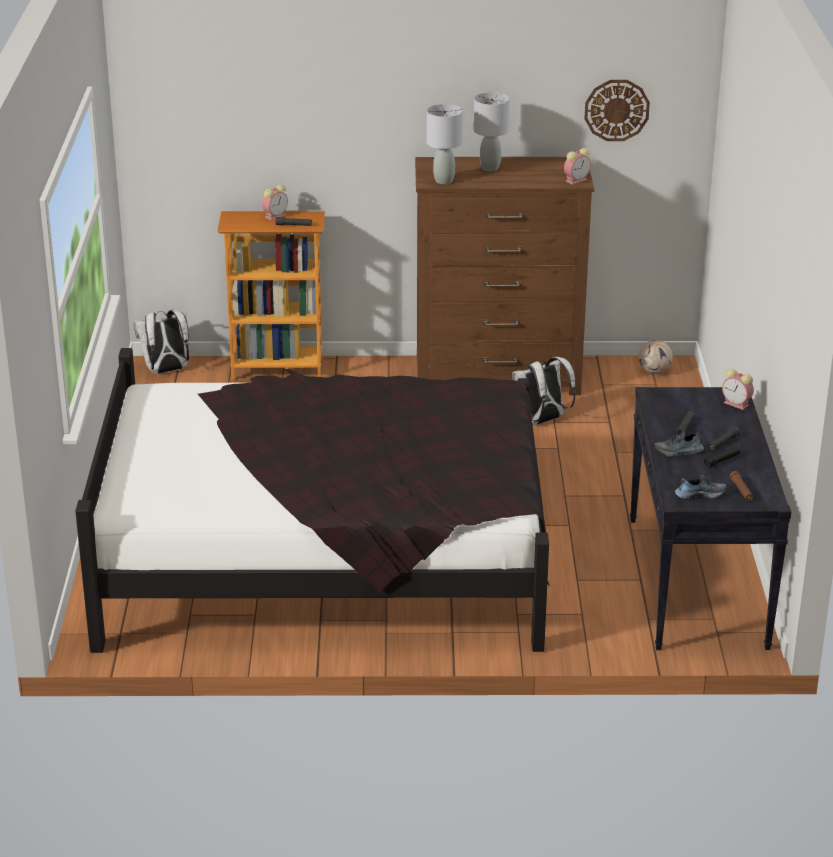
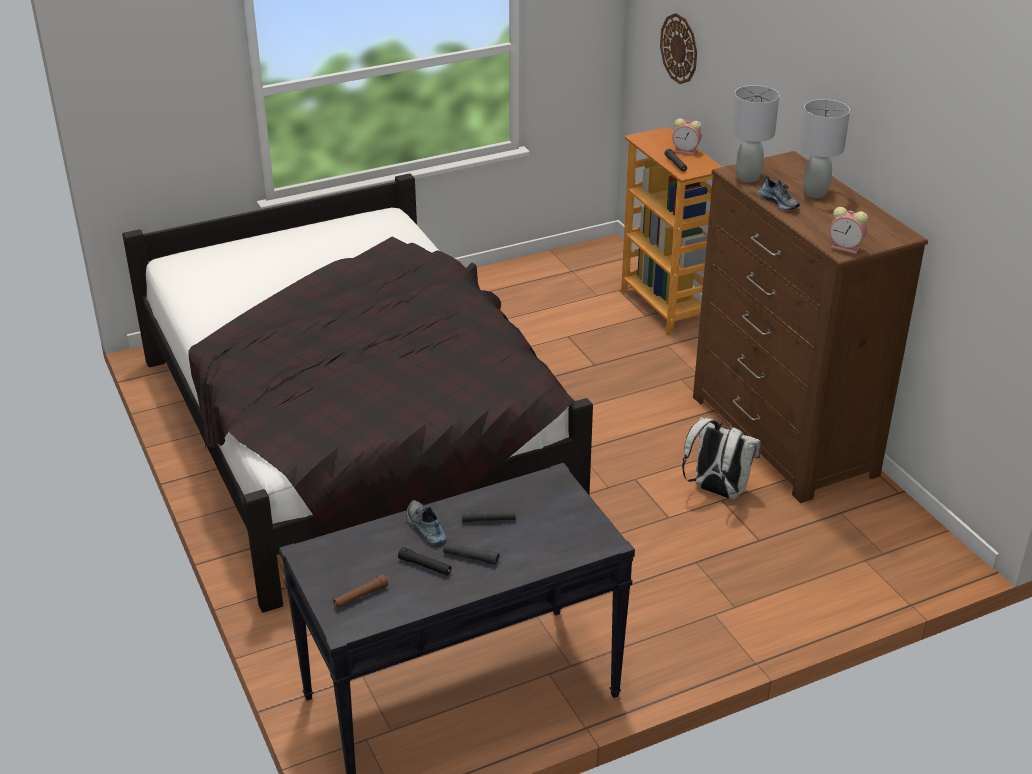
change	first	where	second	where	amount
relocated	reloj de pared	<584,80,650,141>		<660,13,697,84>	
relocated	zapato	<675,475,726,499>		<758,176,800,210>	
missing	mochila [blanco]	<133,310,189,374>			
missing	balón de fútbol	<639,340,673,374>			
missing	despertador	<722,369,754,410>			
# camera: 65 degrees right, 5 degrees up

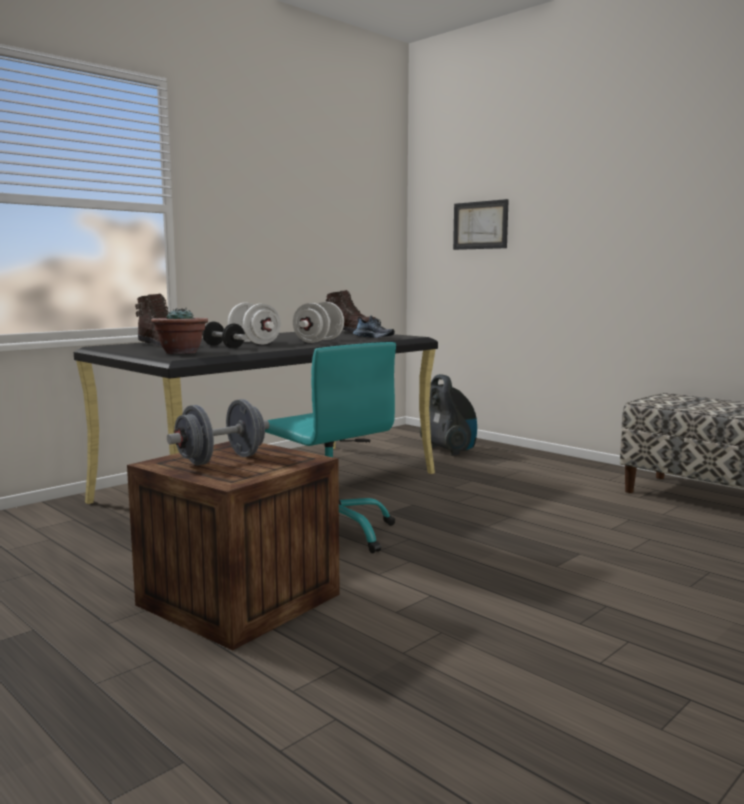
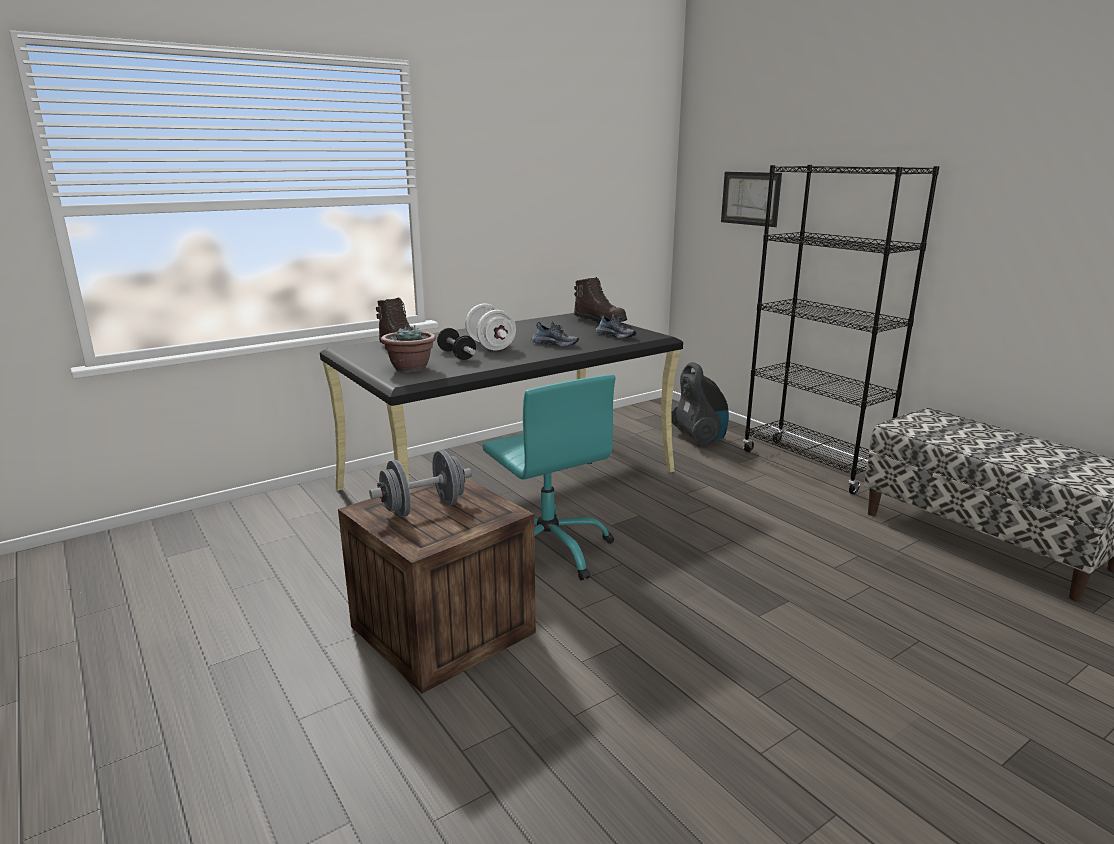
change	first	where	second	where	amount
exchanged	mancuerna [blanco]	<293,302,344,343>	zapato	<532,321,579,347>	
appeared			estantería [negro]	<743,165,940,494>	
# camera: 10 degrees right, 10 degrees up

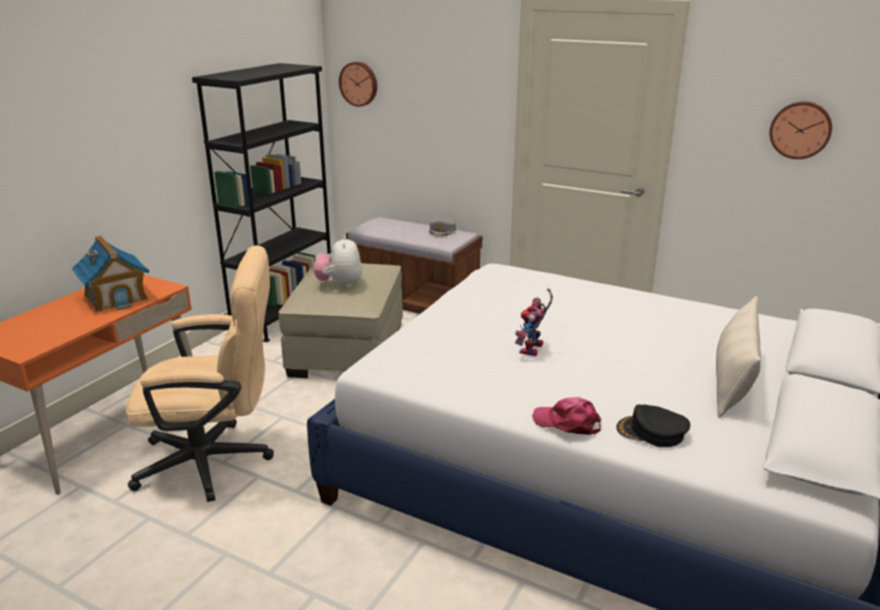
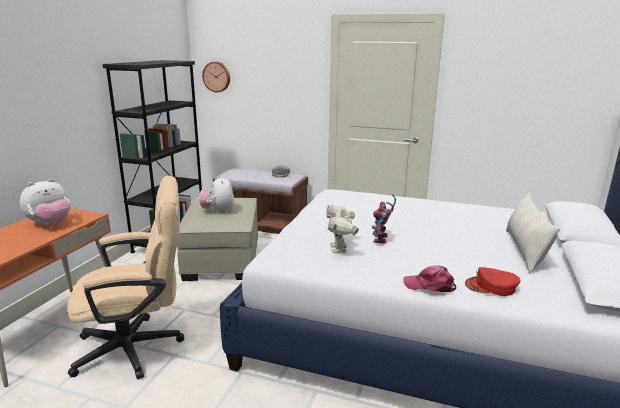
change	first	where	second	where	amount
exchanged	casita	<71,236,150,312>	peluche	<20,178,70,225>	
appeared			robot de juguete	<326,204,359,254>	
colour	gorra [negro]	<616,405,690,447>	gorra [rojo]	<465,267,520,296>	
missing	reloj de pared	<769,101,832,159>			
# camera: 10 degrees left, 5 degrees down

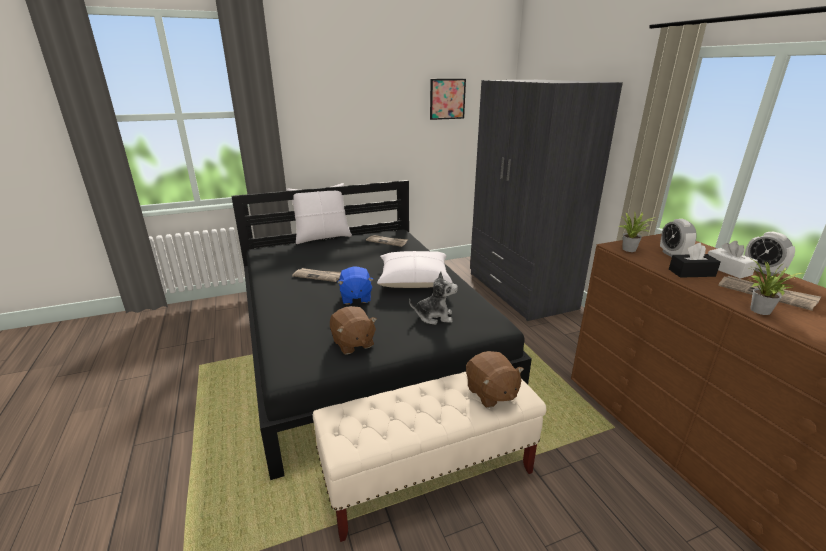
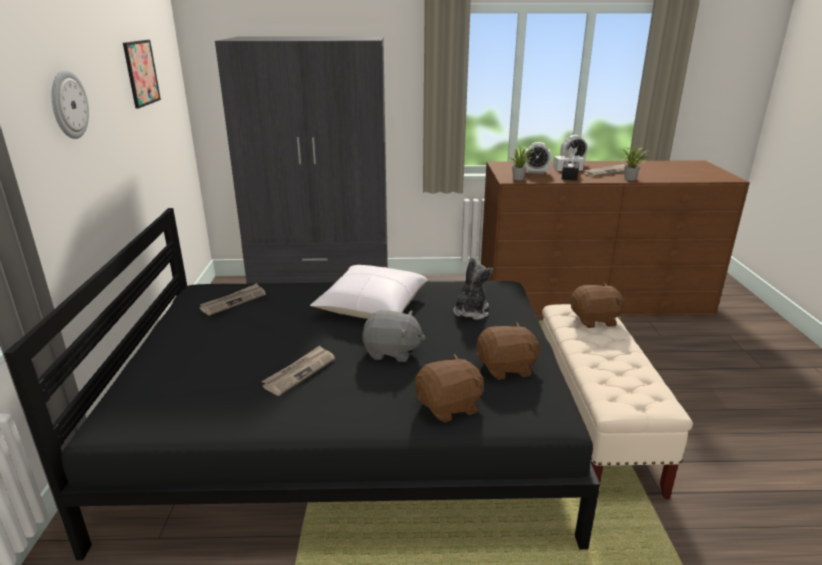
change	first	where	second	where	amount
appeared			reloj de pared	<51,70,89,139>	
colour	peluche [azul]	<337,266,374,305>	peluche [gris]	<362,310,426,362>	
appeared			peluche [marrón]	<415,354,484,423>	
missing	cojín [blanco]	<286,183,352,244>			
# camera: 70 degrees left, 0 degrees up

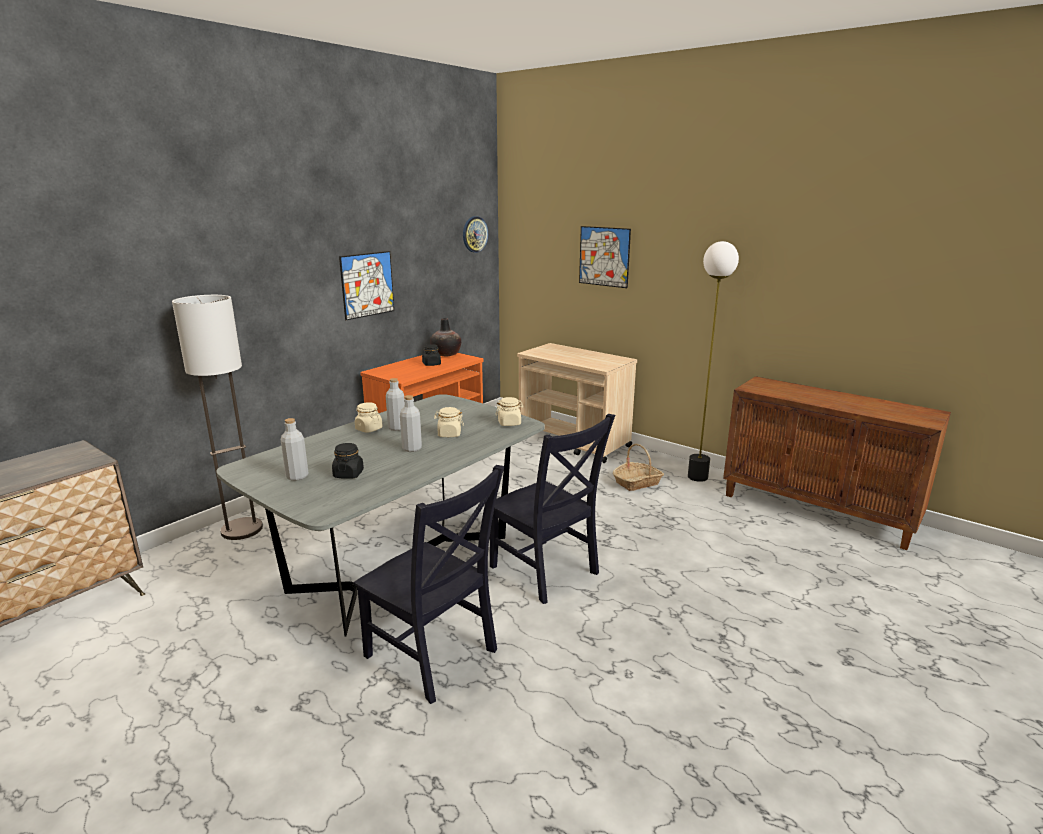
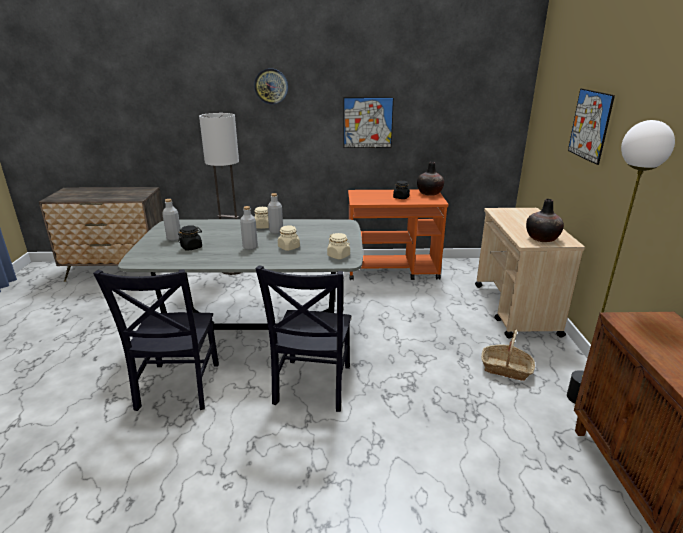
change	first	where	second	where	amount
relocated	reloj de pared	<463,216,488,253>		<254,68,288,104>	
appeared			florero	<526,199,564,242>	
# camera: 50 degrees right, 5 degrees up

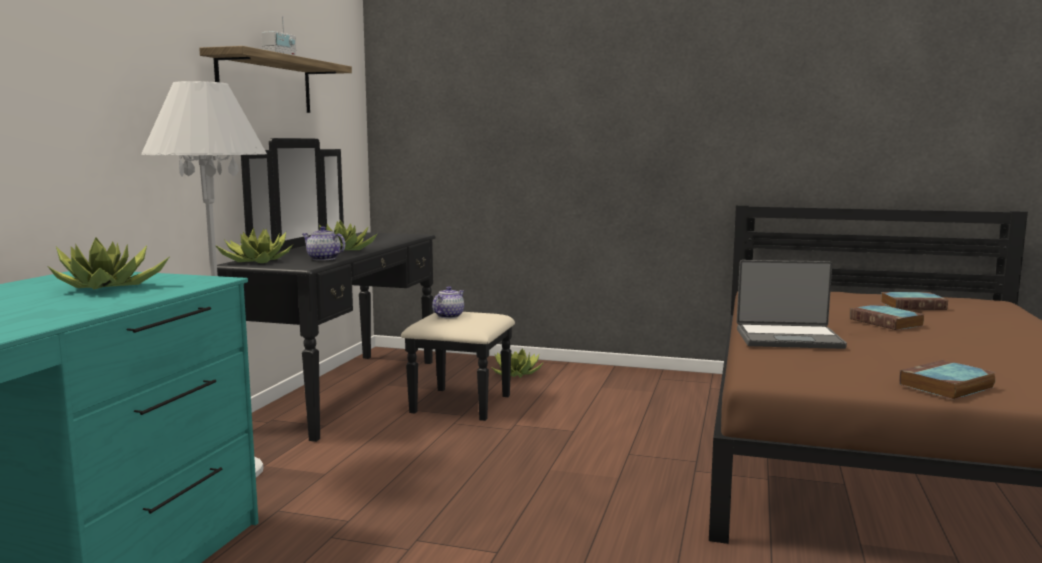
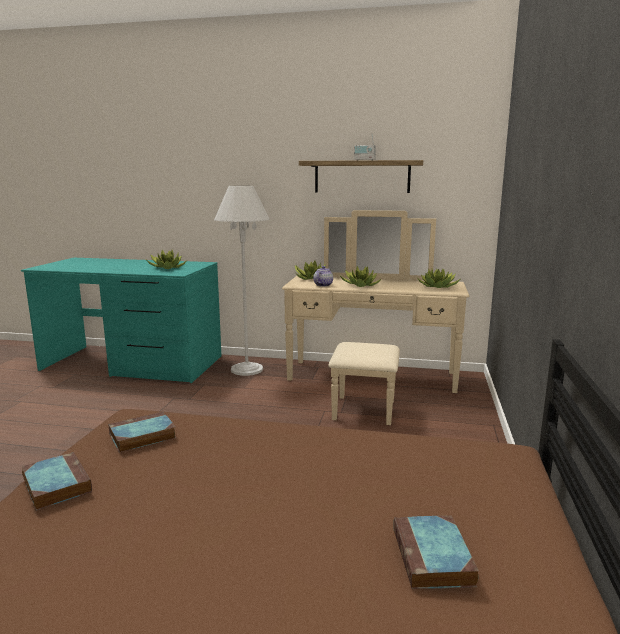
change	first	where	second	where	amount
relocated	libro	<850,304,925,330>		<108,412,176,453>	
colour	cómoda [negro]	<217,138,515,442>	cómoda [beis]	<282,210,469,425>	
relocated	planta en maceta	<491,348,544,378>		<418,269,460,288>	
missing	tetera	<432,286,464,318>			
missing	portátil	<737,260,847,349>			
# camera: 85 degrees right, 5 degrees up

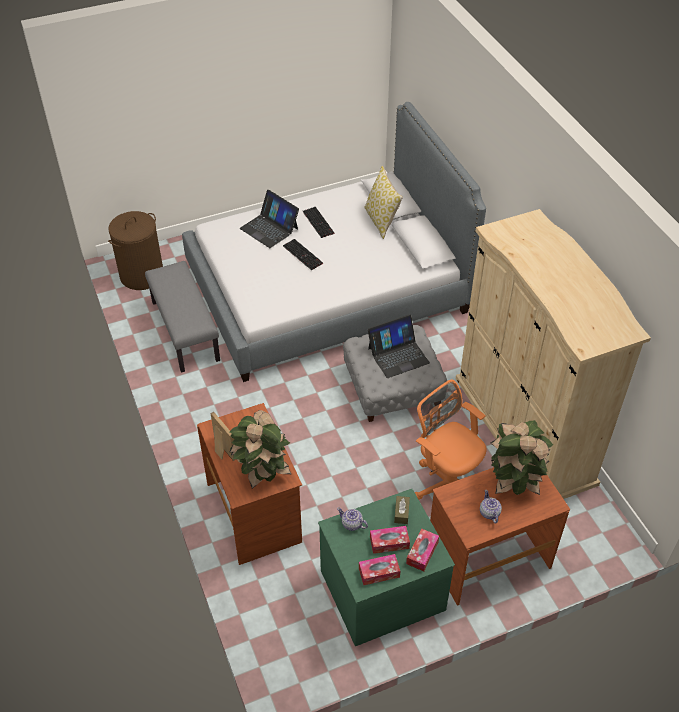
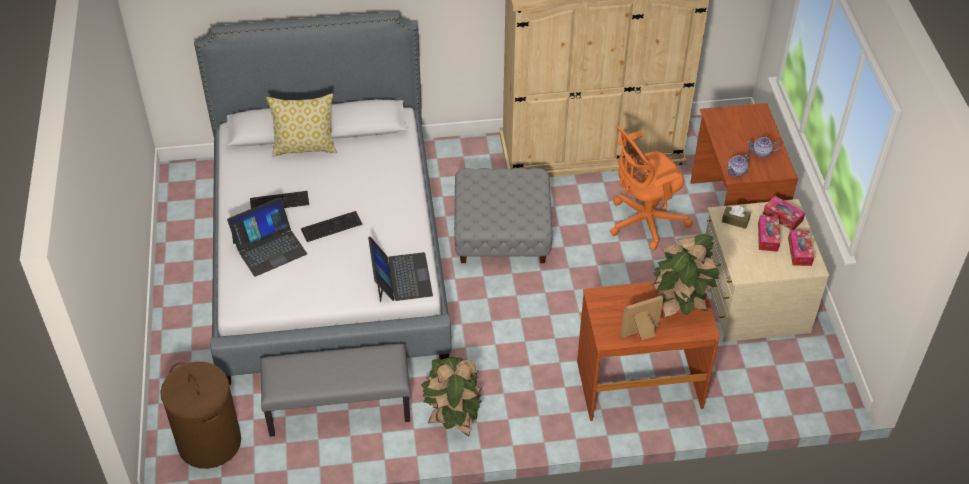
change	first	where	second	where	amount
relocated	portátil	<368,314,430,378>		<368,236,433,303>	
relocated	planta en maceta	<491,420,553,495>		<421,357,482,437>	
colour	cómoda [verde]	<318,489,455,646>	cómoda [beis]	<706,199,829,342>	
relocated	tetera	<337,507,368,531>		<727,153,749,177>	
# camera: 75 degrees left, 0 degrees up

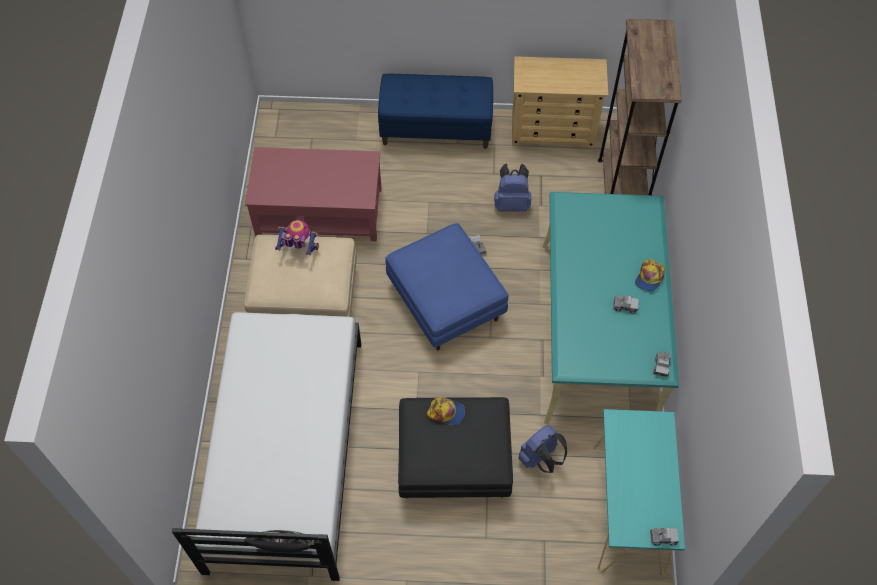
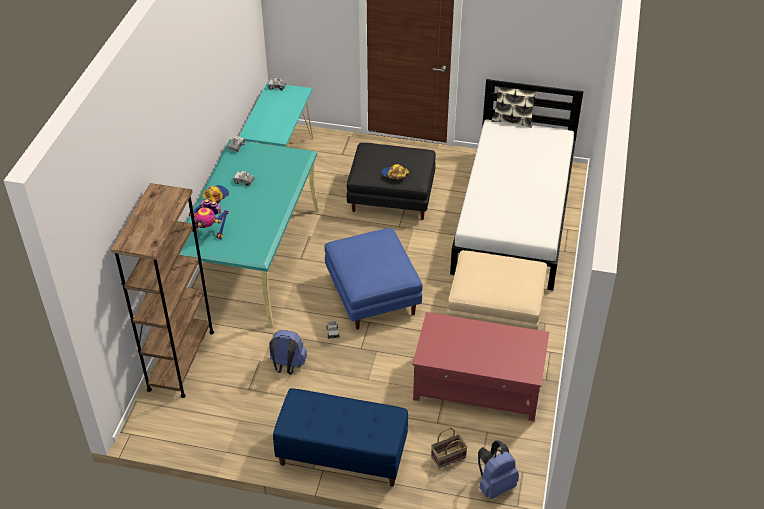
change	first	where	second	where	amount
relocated	robot de juguete	<275,218,319,255>		<188,199,229,239>	
appeared			cesta	<431,428,468,468>	
relocated	mochila [azul]	<518,425,567,473>		<478,441,519,499>	
missing	cómoda [beis]	<512,56,608,148>			
# camera: 170 degrees left, 15 degrees down

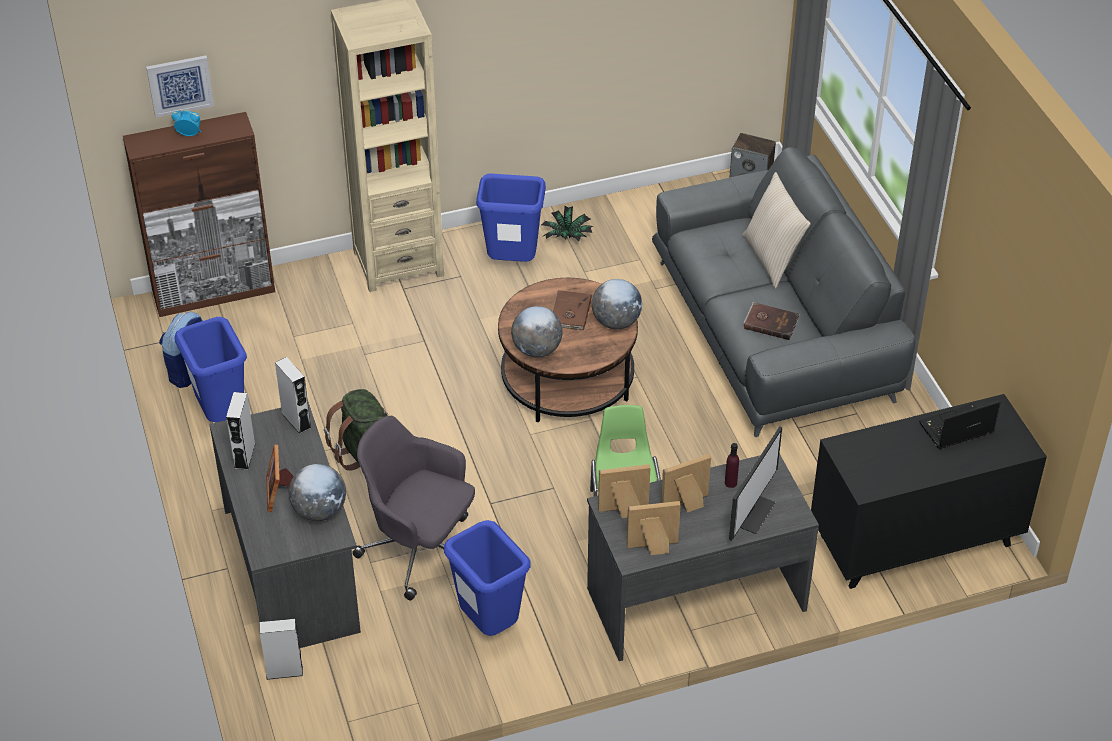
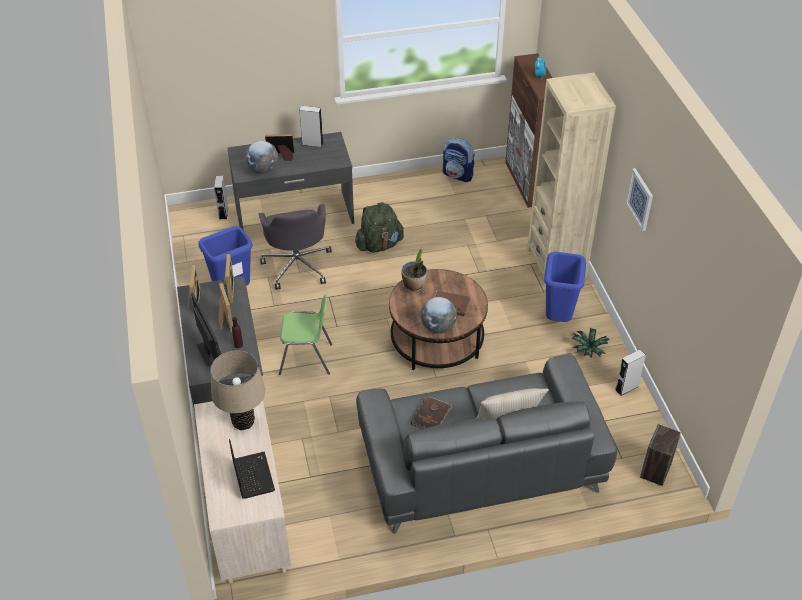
change	first	where	second	where	amount
spun	monitor	<729,426,782,541>		<191,292,222,366>	150 degrees counterclockwise
colour	cómoda [negro]	<811,394,1047,589>	cómoda [beis]	<194,400,291,584>	
appeared			lámpara de mesa [beis]	<211,350,265,430>	
spun	silla de oficina [gris]	<352,416,475,600>		<259,204,332,290>	135 degrees clockwise
exchanged	globo terráqueo	<511,306,563,357>	planta en maceta	<401,247,427,292>	
relocated	altavoz [gris]	<275,357,311,434>		<615,350,646,396>	
relocated	cuadro	<146,55,214,118>		<626,168,653,231>	
missing	papelera [azul]	<175,317,247,422>			
# camera: 95 degrees right, 0 degrees up

